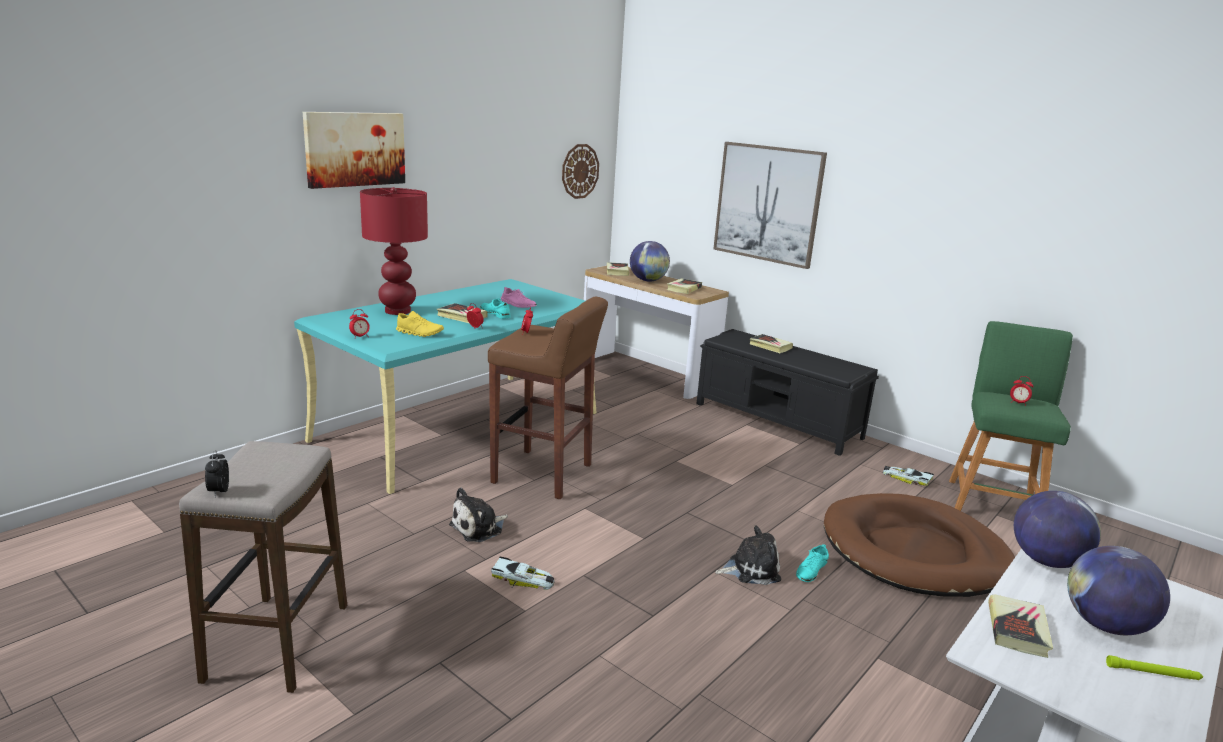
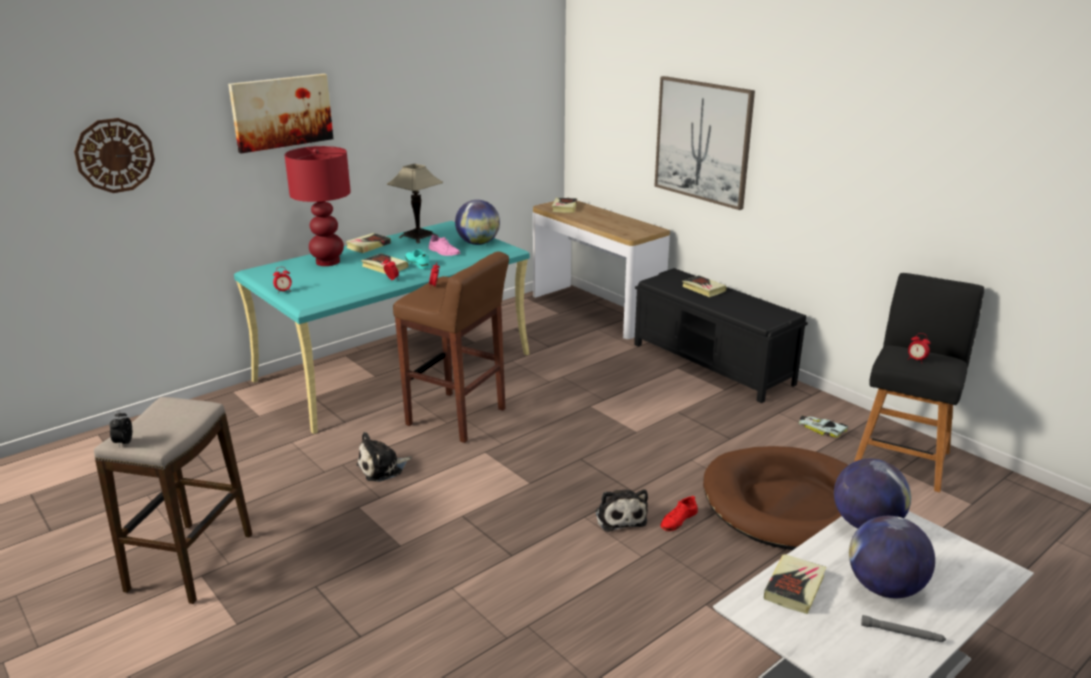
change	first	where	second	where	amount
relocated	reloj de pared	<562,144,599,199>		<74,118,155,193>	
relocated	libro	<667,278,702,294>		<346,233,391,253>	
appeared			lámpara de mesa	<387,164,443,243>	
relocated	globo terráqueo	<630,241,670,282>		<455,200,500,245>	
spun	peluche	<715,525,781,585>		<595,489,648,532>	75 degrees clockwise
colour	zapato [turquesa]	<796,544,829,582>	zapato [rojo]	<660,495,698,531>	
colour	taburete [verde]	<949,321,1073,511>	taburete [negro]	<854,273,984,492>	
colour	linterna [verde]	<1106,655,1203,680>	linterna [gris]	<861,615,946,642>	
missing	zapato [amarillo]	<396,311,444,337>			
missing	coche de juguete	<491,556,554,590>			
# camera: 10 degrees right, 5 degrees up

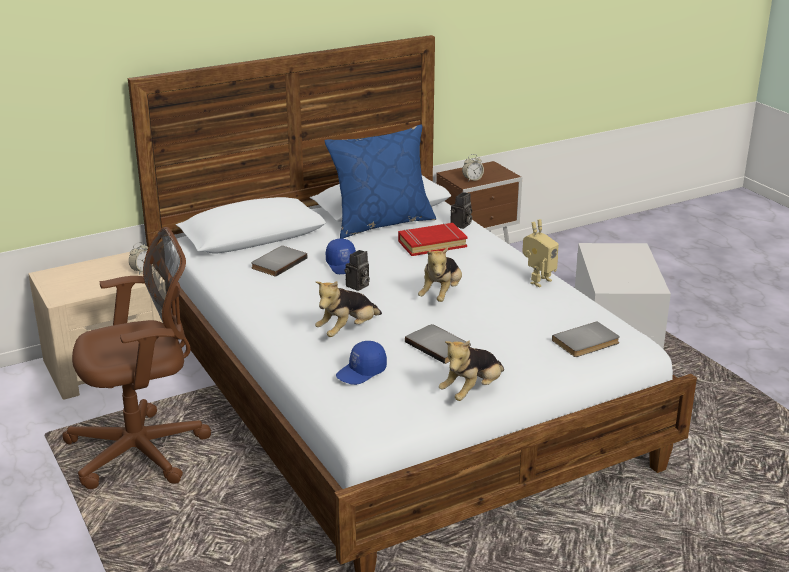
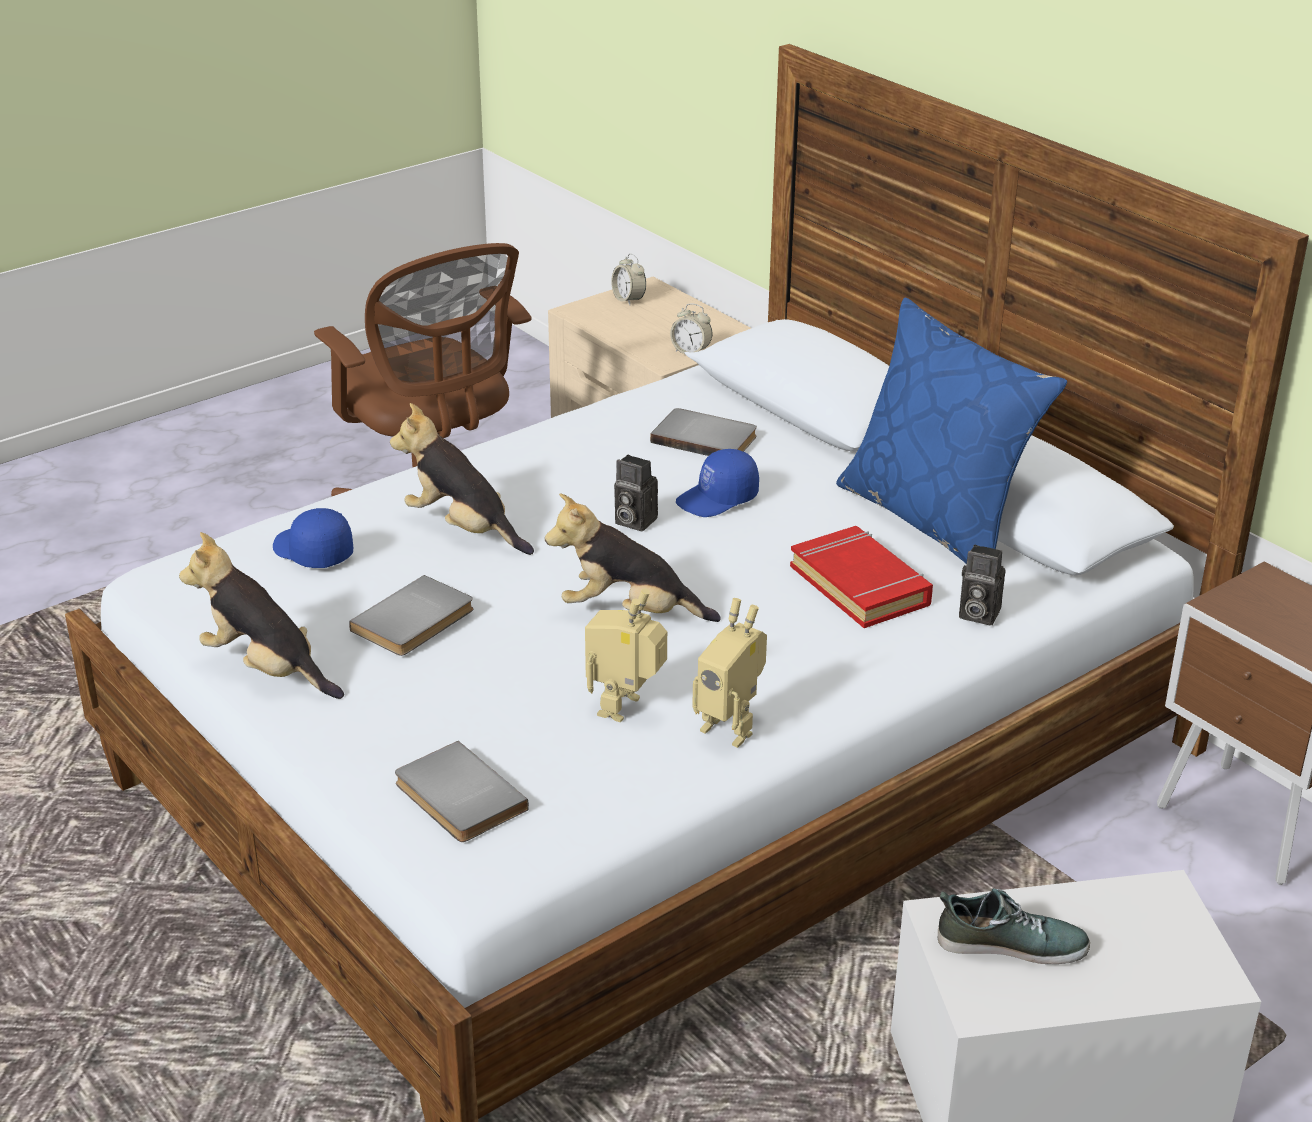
change	first	where	second	where	amount
appeared			robot de juguete	<585,588,667,722>	
relocated	despertador	<462,154,484,182>		<611,254,646,305>	
appeared			zapato	<938,888,1090,964>	
# camera: 80 degrees right, 5 degrees up

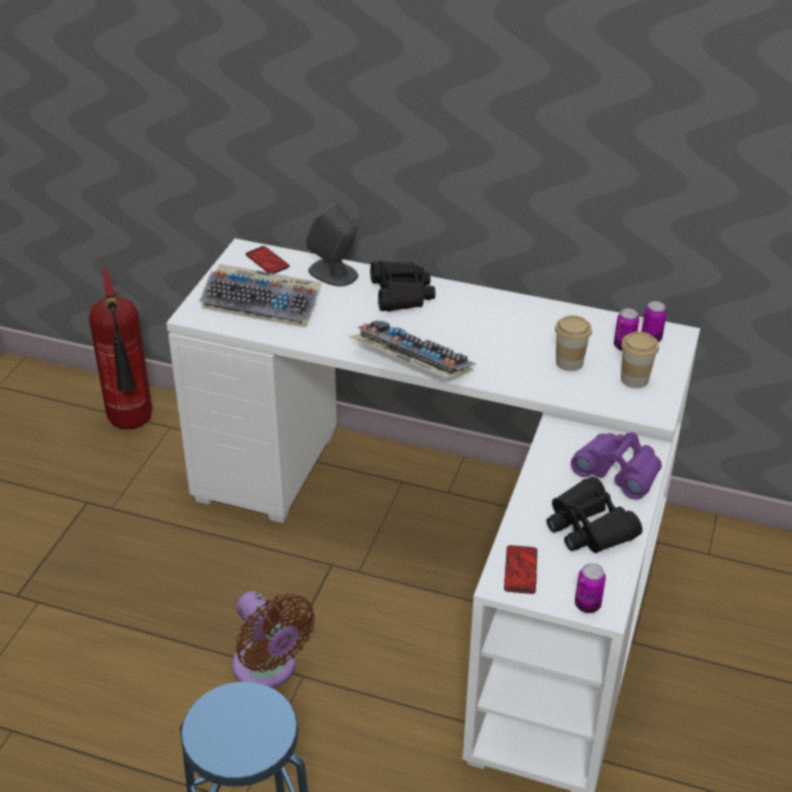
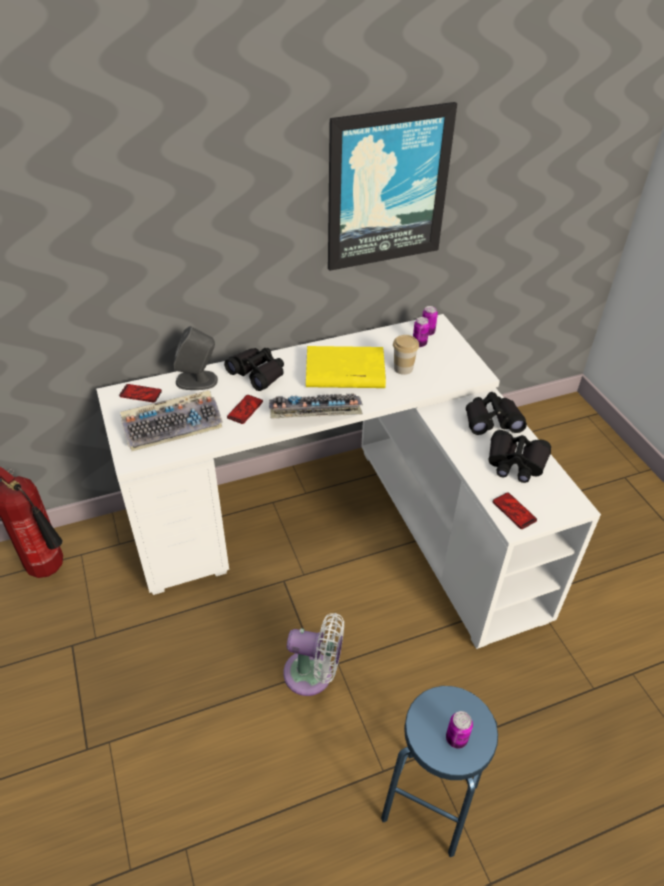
change	first	where	second	where	amount
appeared			móvil	<227,395,263,424>	
colour	ventilador [marrón]	<232,591,315,688>	ventilador [blanco]	<283,613,344,696>	
appeared			libro [amarillo]	<306,346,386,388>	
appeared			cuadro	<328,102,457,271>	
relocated	lata	<575,563,606,613>		<446,711,473,749>	
colour	prismáticos [morado]	<571,432,662,500>	prismáticos [negro]	<466,392,527,435>	
missing	taza	<621,332,659,388>			
# camera: 40 degrees left, 5 degrees up

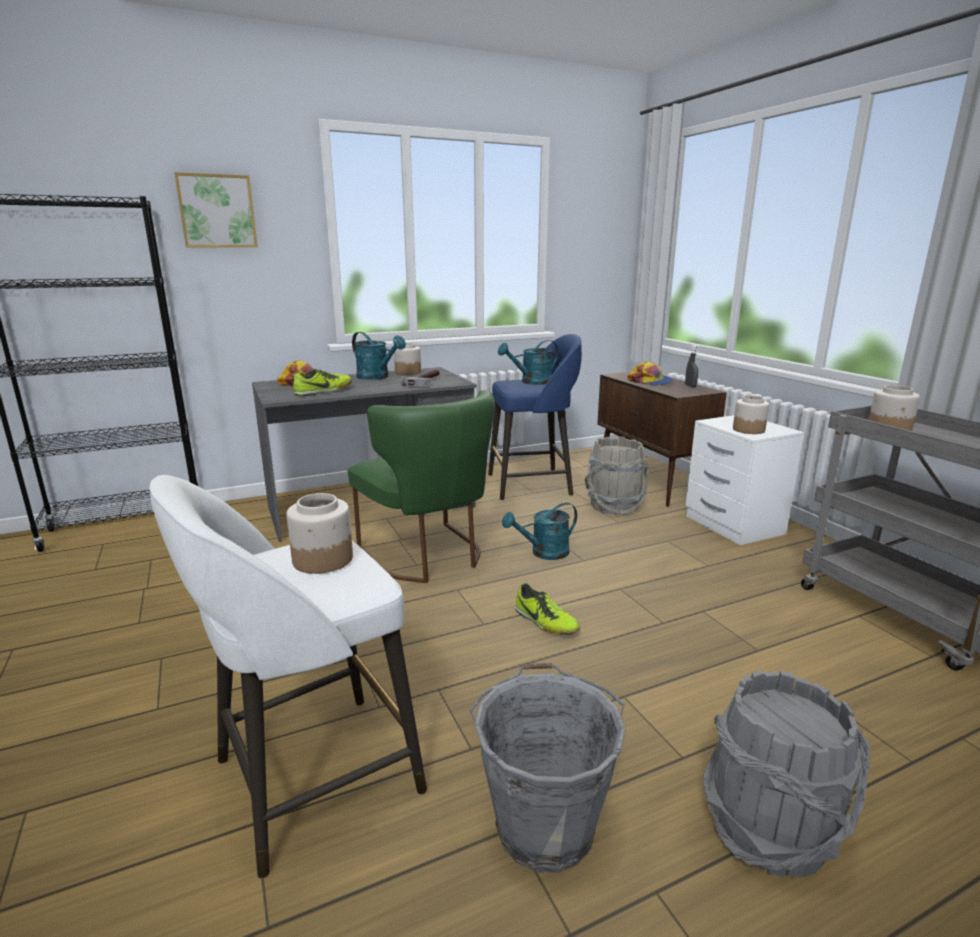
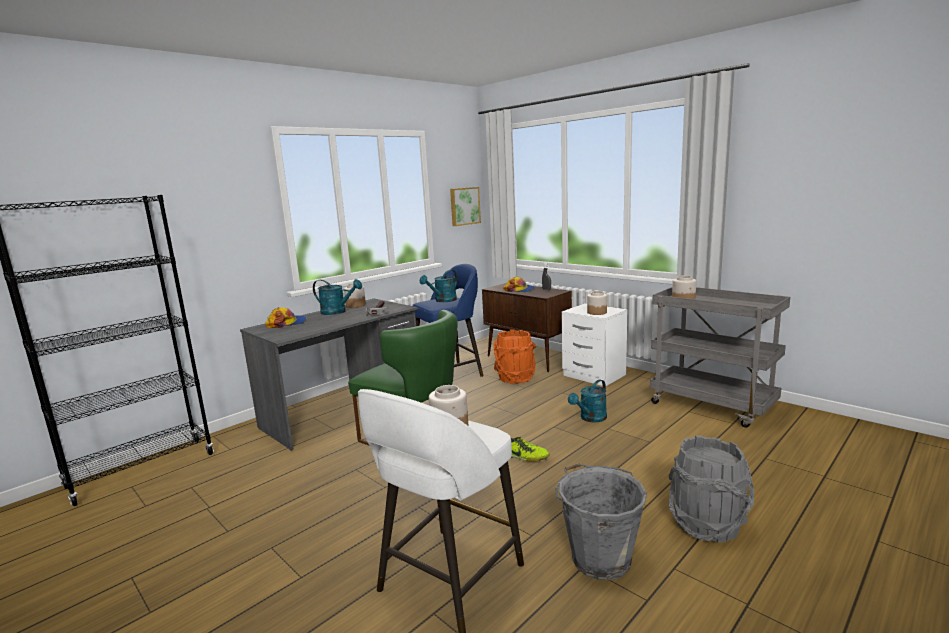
change	first	where	second	where	amount
relocated	cuadro	<174,172,258,247>		<450,187,481,226>	
colour	cubo [gris]	<585,436,649,515>	cubo [naranja]	<494,329,536,384>	
relocated	regadera [turquesa]	<502,502,577,560>		<568,379,607,423>	
missing	zapato	<293,369,352,396>			
# camera: 20 degrees left, 5 degrees down

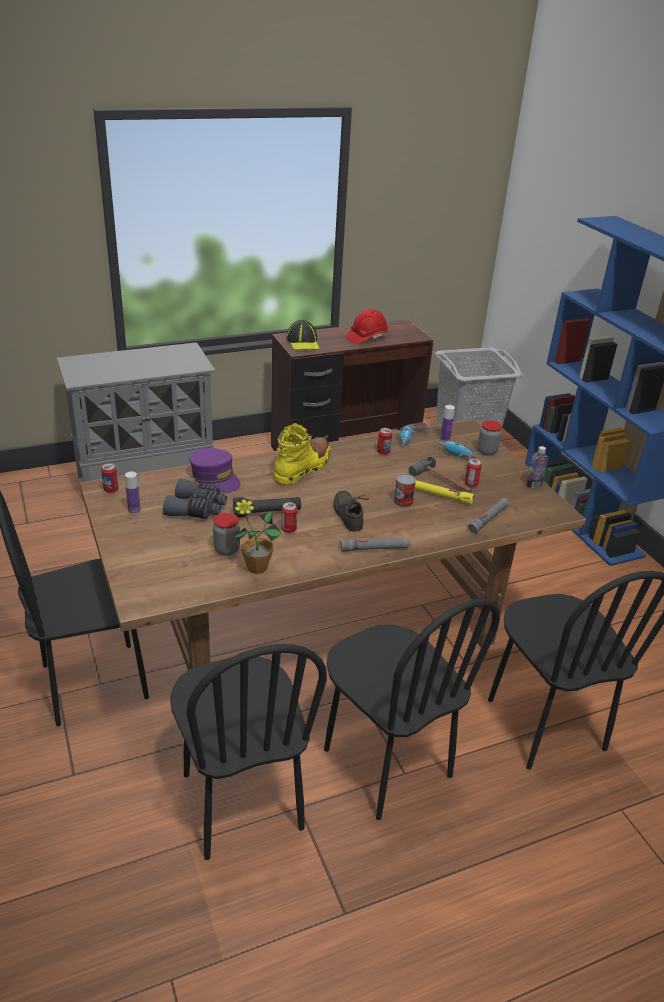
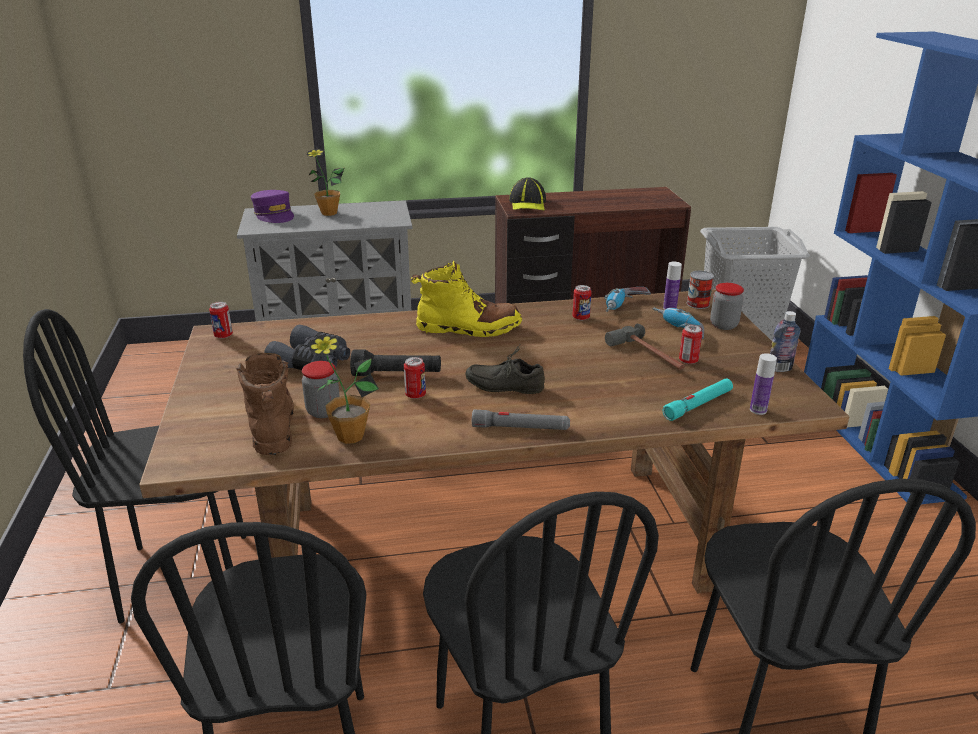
change	first	where	second	where	amount
appeared			bota [marrón]	<236,353,294,455>	
relocated	gorra [morado]	<189,448,241,492>		<251,190,294,223>	
appeared			planta en maceta	<307,149,344,216>	
spun	bota [amarillo]	<274,423,331,485>		<411,260,522,337>	45 degrees clockwise
spun	zapato [gris]	<334,491,369,531>		<465,345,545,394>	75 degrees counterclockwise
colour	linterna [gris]	<468,498,509,534>	linterna [turquesa]	<663,378,733,421>	
relocated	lata	<394,474,416,507>		<687,271,714,309>	
relocated	botella	<125,471,141,514>		<750,353,777,415>	
missing	casco [rojo]	<347,309,388,344>			
missing	linterna [amarillo]	<415,480,474,505>			
# camera: 15 degrees right, 5 degrees down

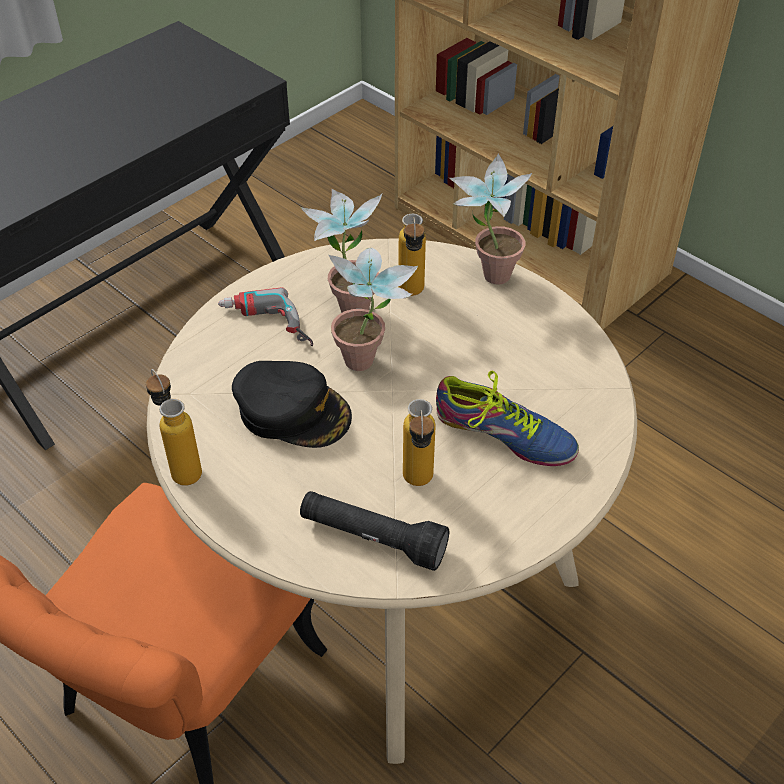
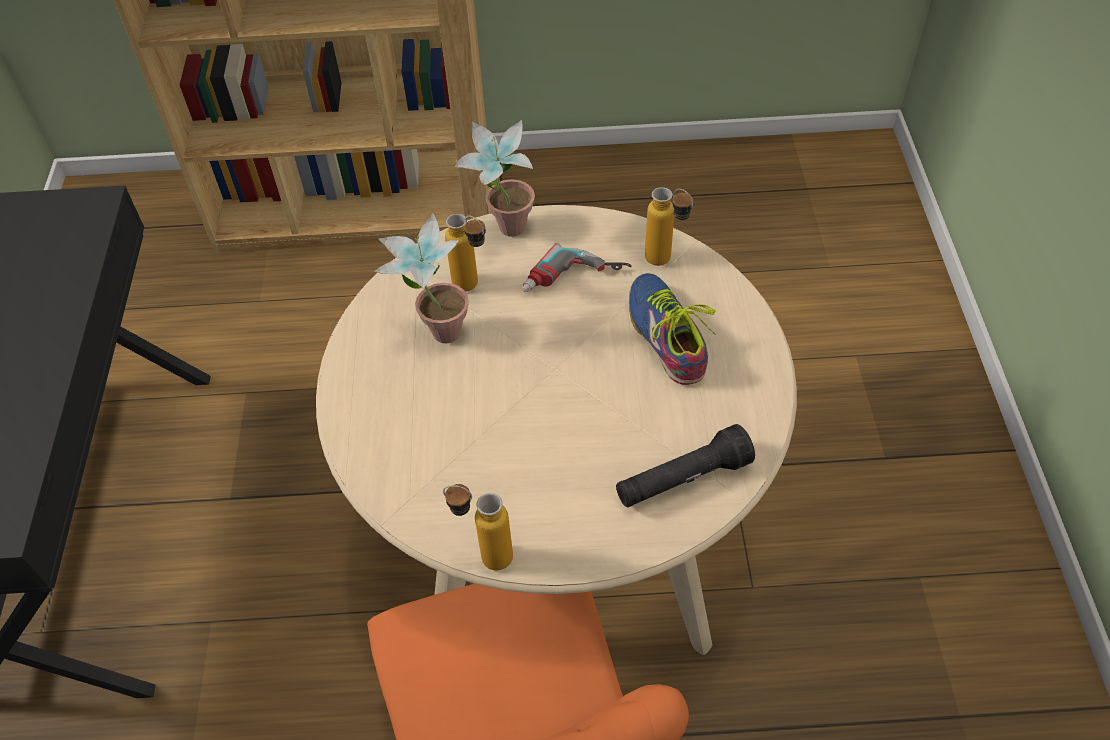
change	first	where	second	where	amount
relocated	taladro	<218,287,313,346>		<522,243,632,292>	
spun	zapato	<436,371,579,466>		<629,273,716,385>	90 degrees counterclockwise
relocated	botella	<403,399,436,486>		<645,187,693,266>	
missing	gorra [negro]	<232,361,352,448>			
missing	planta en maceta	<329,248,418,371>			
# camera: 45 degrees left, 5 degrees up

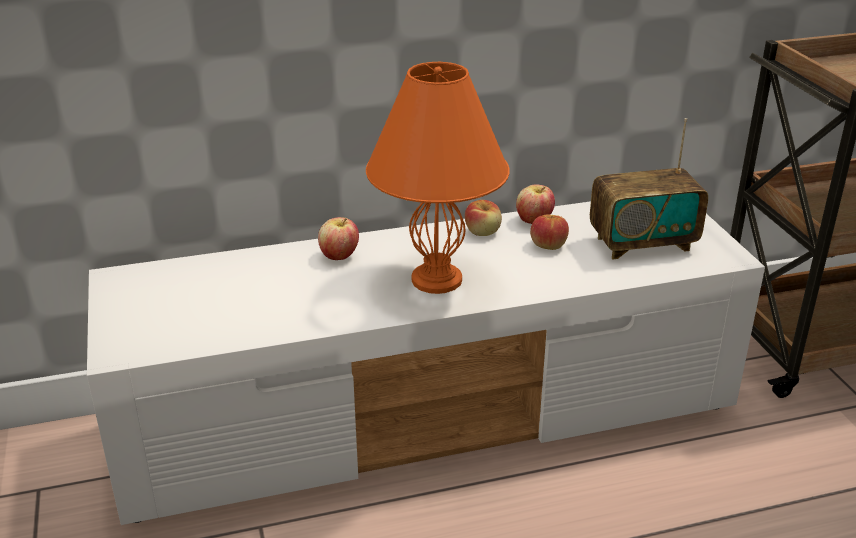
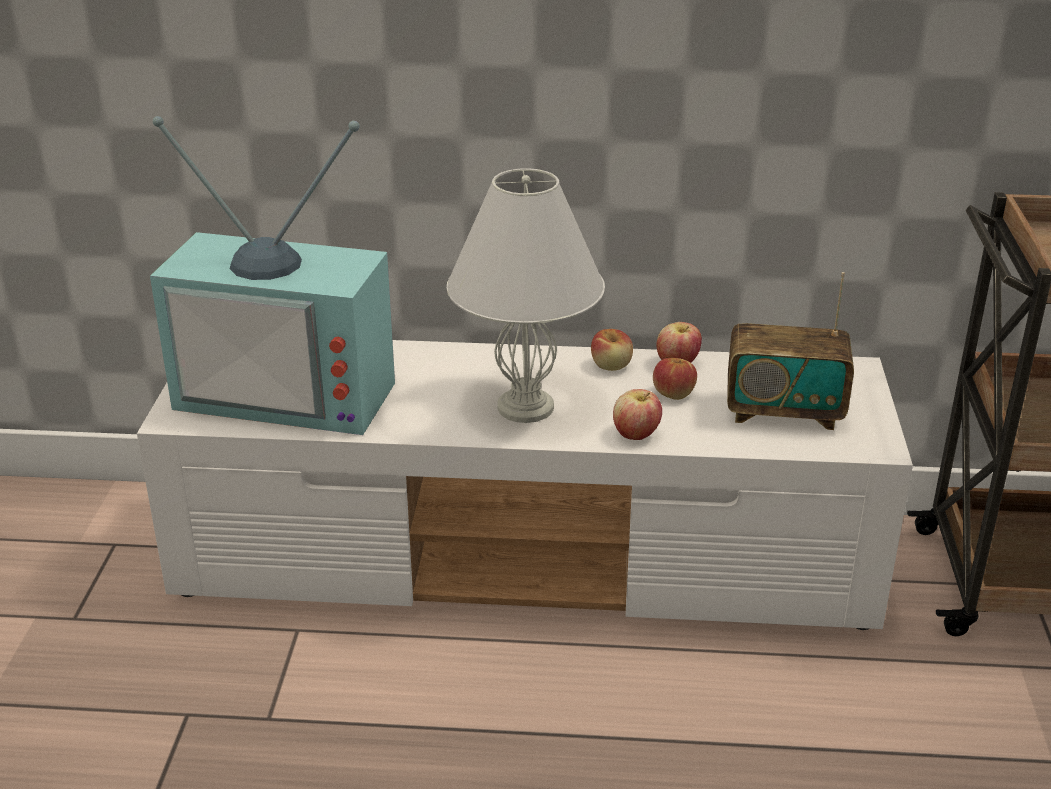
change	first	where	second	where	amount
appeared			televisor	<150,116,395,435>	
colour	lámpara de mesa [naranja]	<366,62,510,294>	lámpara de mesa [blanco]	<447,168,605,423>	
relocated	manzana	<318,217,359,260>		<613,389,662,440>	
# camera: 20 degrees right, 0 degrees up

